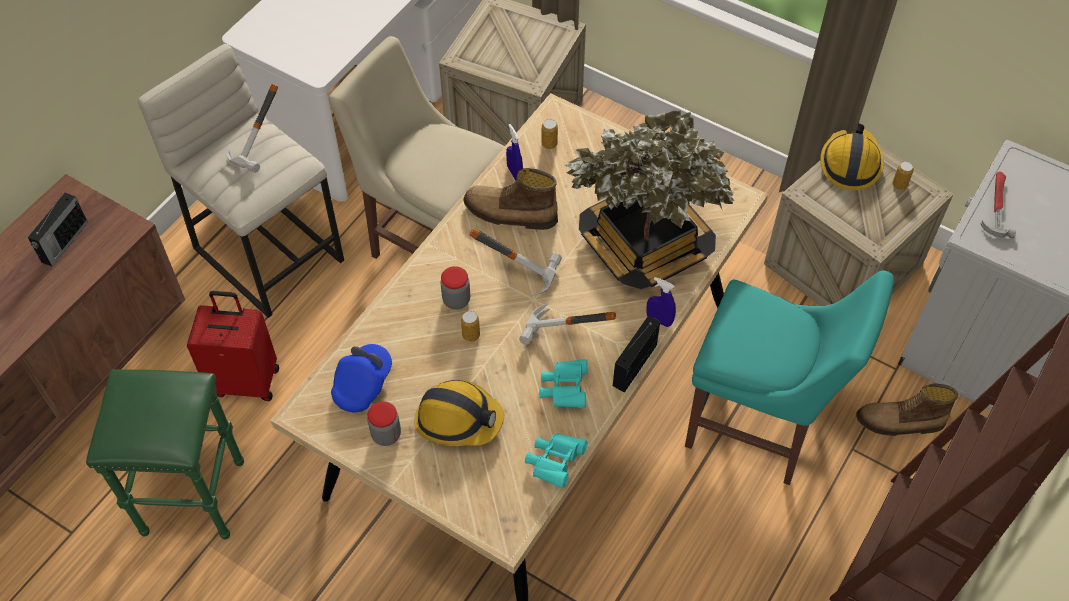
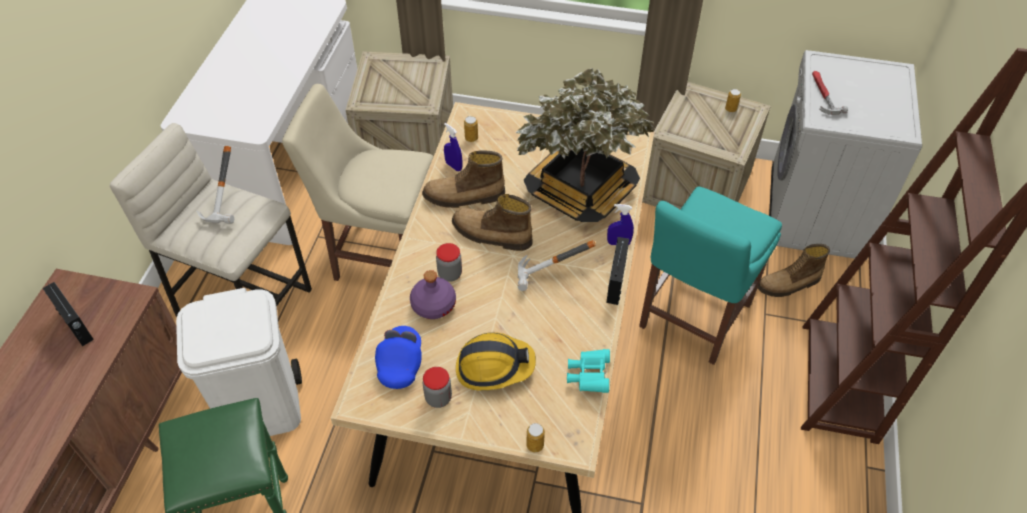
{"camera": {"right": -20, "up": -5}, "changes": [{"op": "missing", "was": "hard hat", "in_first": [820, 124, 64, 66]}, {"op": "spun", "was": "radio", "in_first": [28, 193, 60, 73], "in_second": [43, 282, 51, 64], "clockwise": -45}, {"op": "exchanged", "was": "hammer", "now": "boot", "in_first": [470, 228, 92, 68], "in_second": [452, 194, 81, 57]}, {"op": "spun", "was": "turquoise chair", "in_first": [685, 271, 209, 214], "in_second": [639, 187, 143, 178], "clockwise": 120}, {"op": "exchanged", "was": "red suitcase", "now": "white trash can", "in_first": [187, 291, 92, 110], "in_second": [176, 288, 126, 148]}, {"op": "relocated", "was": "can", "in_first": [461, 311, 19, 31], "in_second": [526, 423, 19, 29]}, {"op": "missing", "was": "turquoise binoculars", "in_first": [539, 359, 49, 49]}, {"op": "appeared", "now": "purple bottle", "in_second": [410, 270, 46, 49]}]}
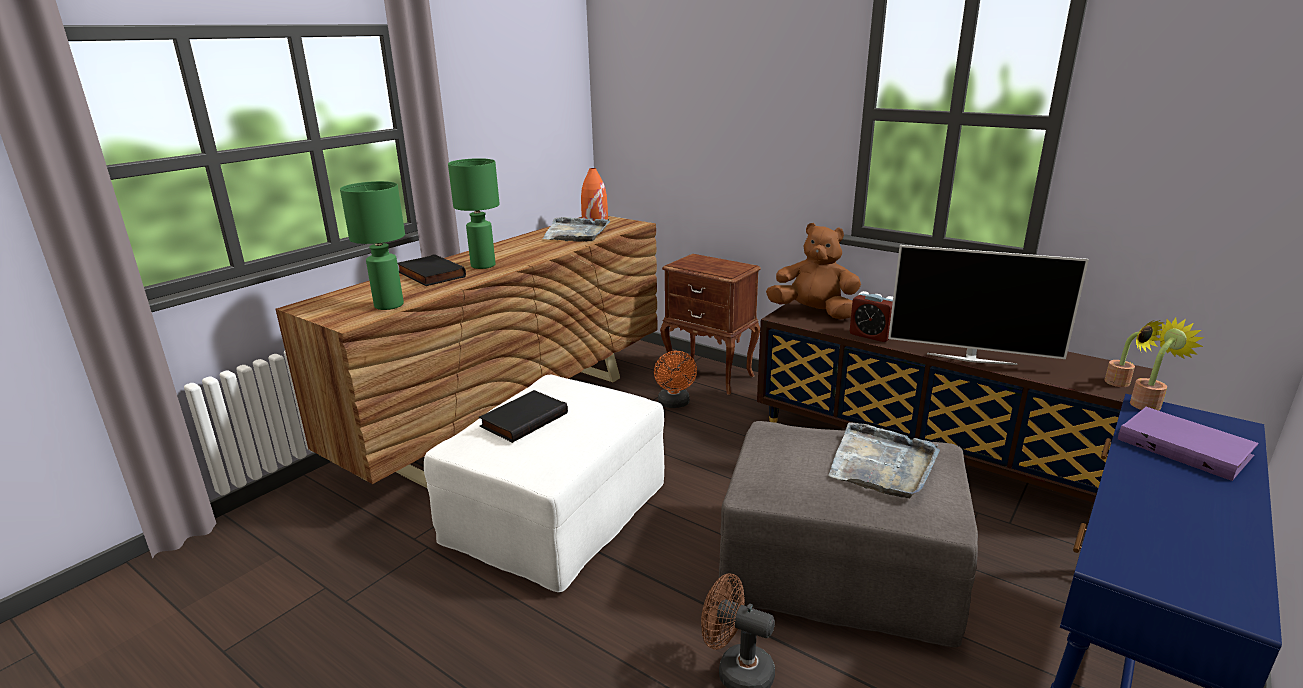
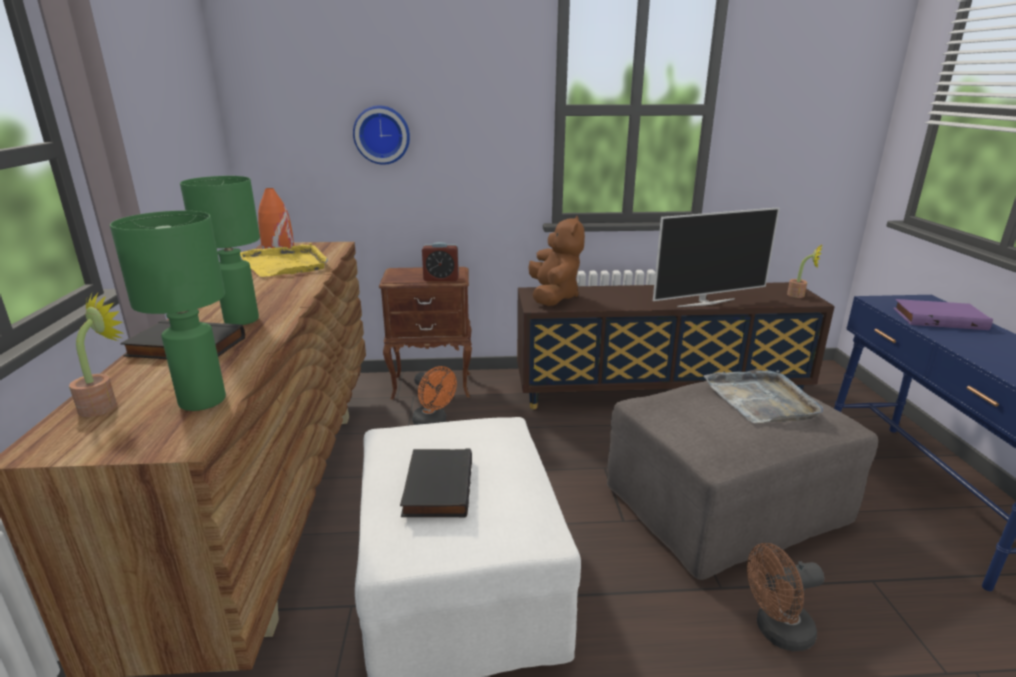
{"camera": {"right": -40, "up": 0}, "changes": [{"op": "colour", "was": "grey tray", "now": "yellow tray", "in_first": [543, 217, 67, 25], "in_second": [240, 243, 89, 34]}, {"op": "spun", "was": "brown plush toy", "in_first": [766, 223, 95, 97], "in_second": [528, 215, 57, 91], "clockwise": 105}, {"op": "relocated", "was": "alarm clock", "in_first": [850, 293, 43, 49], "in_second": [422, 242, 37, 39]}, {"op": "relocated", "was": "potted plant", "in_first": [1130, 318, 74, 93], "in_second": [69, 293, 54, 124]}, {"op": "appeared", "now": "wall clock", "in_second": [353, 105, 57, 60]}]}
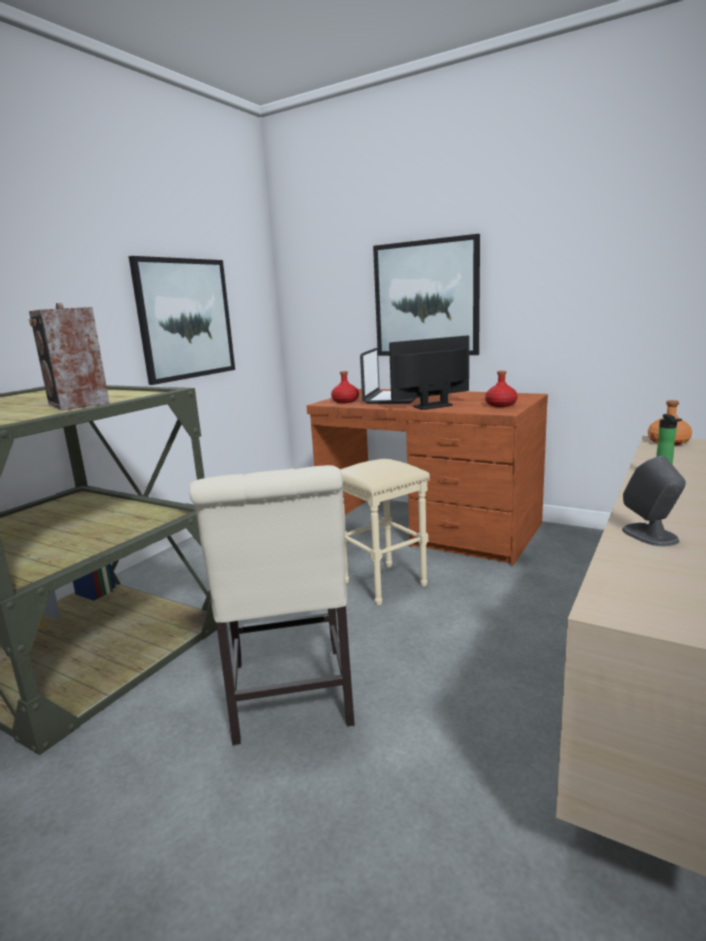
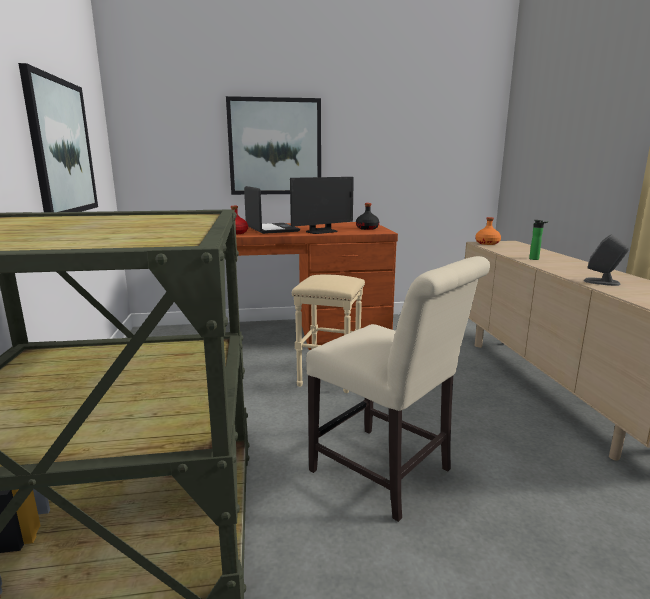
{"camera": {"right": -40, "up": 0}, "changes": [{"op": "missing", "was": "speaker", "in_first": [29, 303, 81, 107]}, {"op": "spun", "was": "monitor", "in_first": [389, 336, 80, 74], "in_second": [290, 177, 64, 57], "clockwise": -150}, {"op": "colour", "was": "red bottle", "now": "black bottle", "in_first": [485, 371, 33, 36], "in_second": [356, 203, 23, 27]}]}
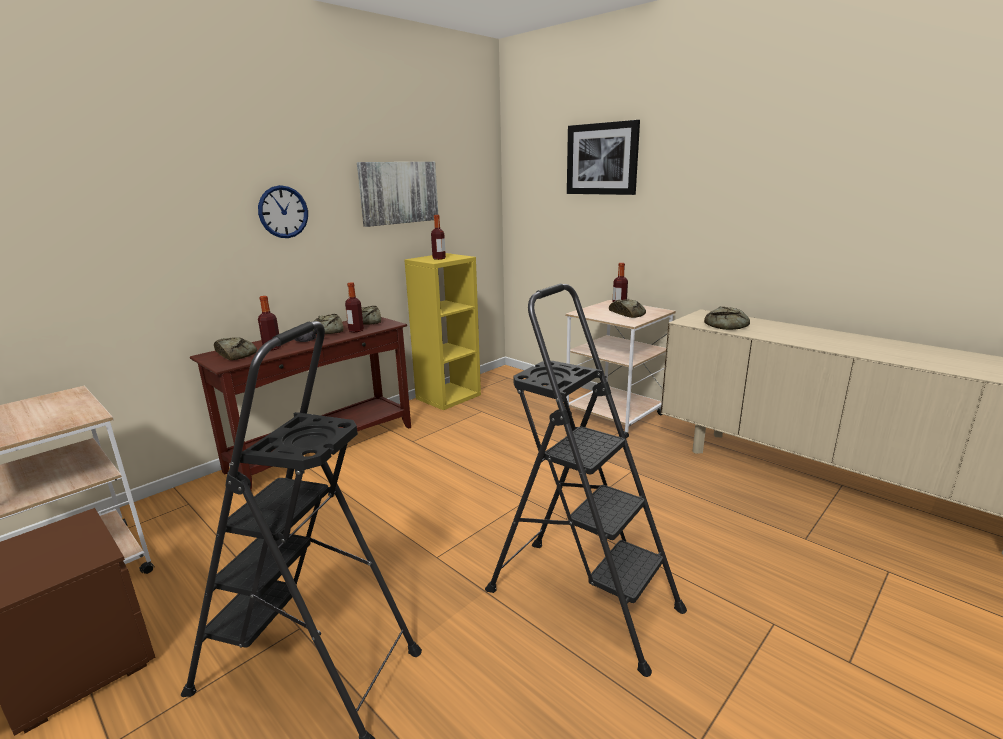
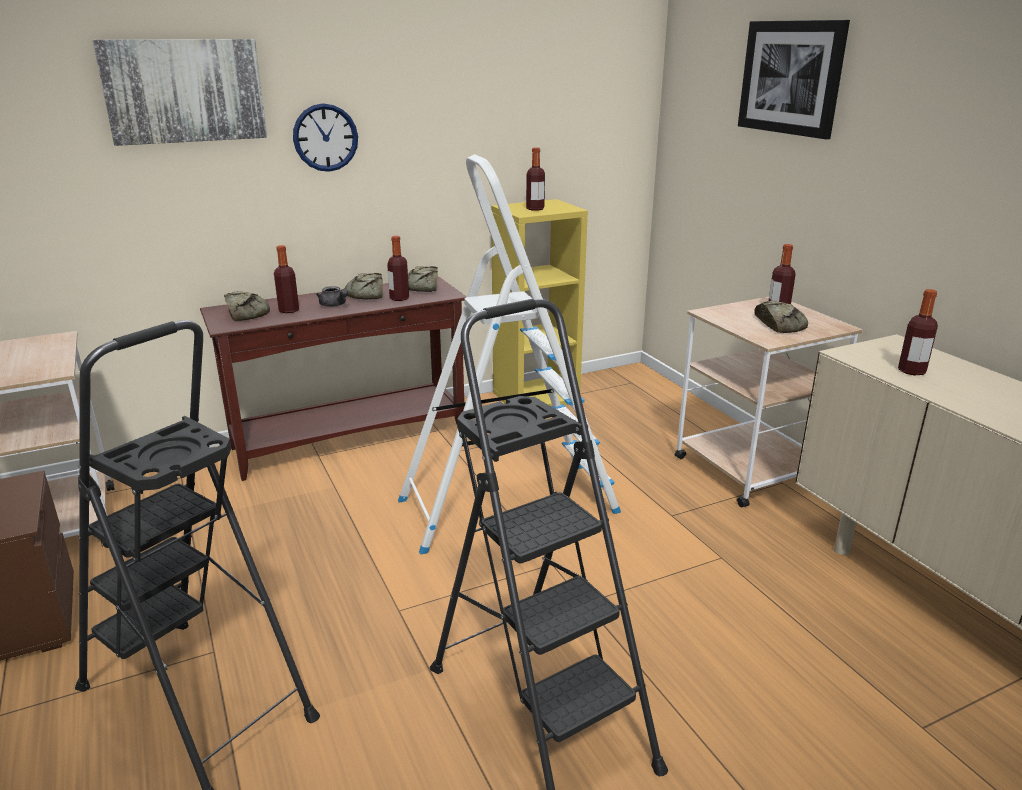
{"camera": {"right": 20, "up": 5}, "changes": [{"op": "relocated", "was": "picture", "in_first": [357, 162, 81, 65], "in_second": [93, 39, 174, 107]}, {"op": "exchanged", "was": "bread", "now": "bottle", "in_first": [704, 307, 46, 23], "in_second": [898, 289, 40, 87]}, {"op": "appeared", "now": "white step ladder", "in_second": [398, 154, 223, 400]}]}
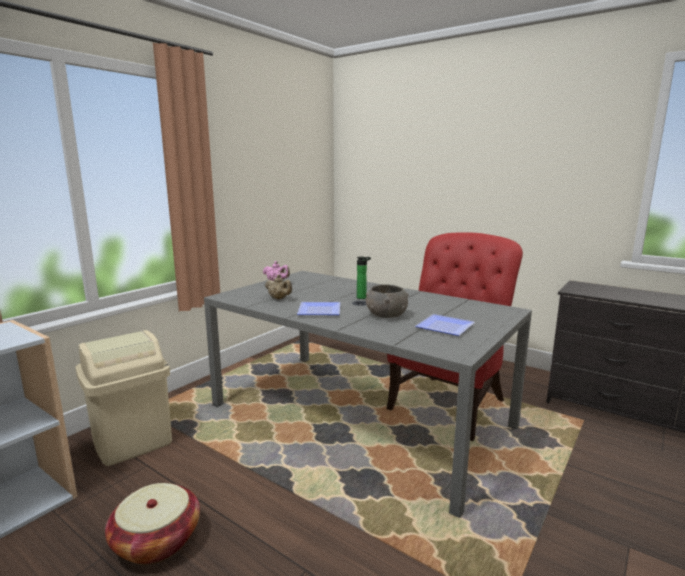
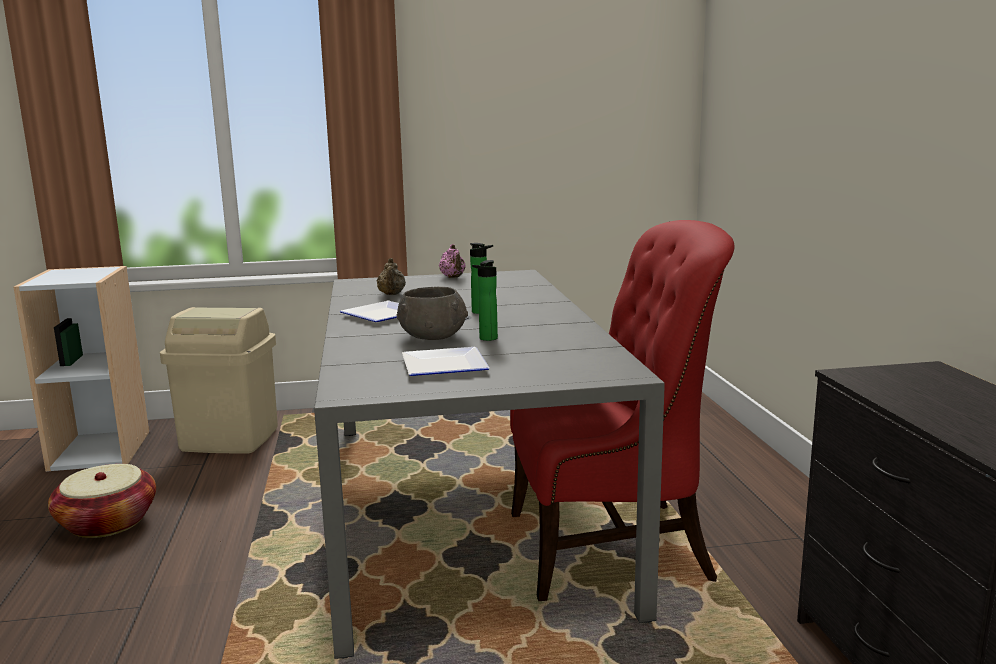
{"camera": {"right": 45, "up": 0}, "changes": [{"op": "appeared", "now": "bottle", "in_second": [472, 260, 26, 81]}]}
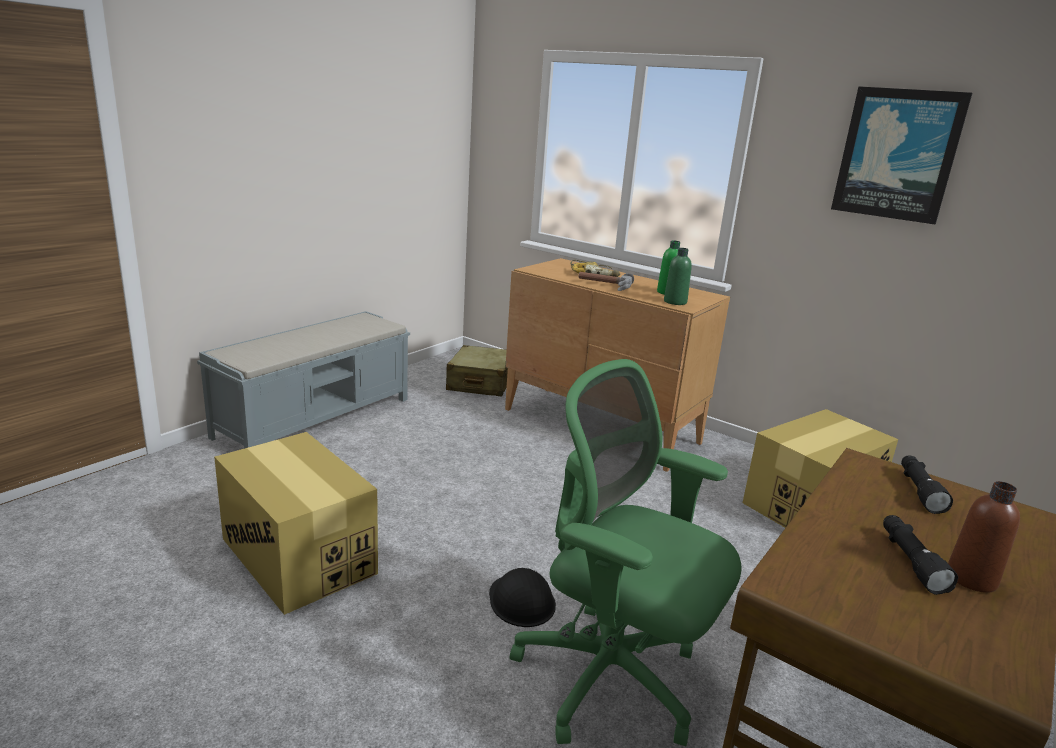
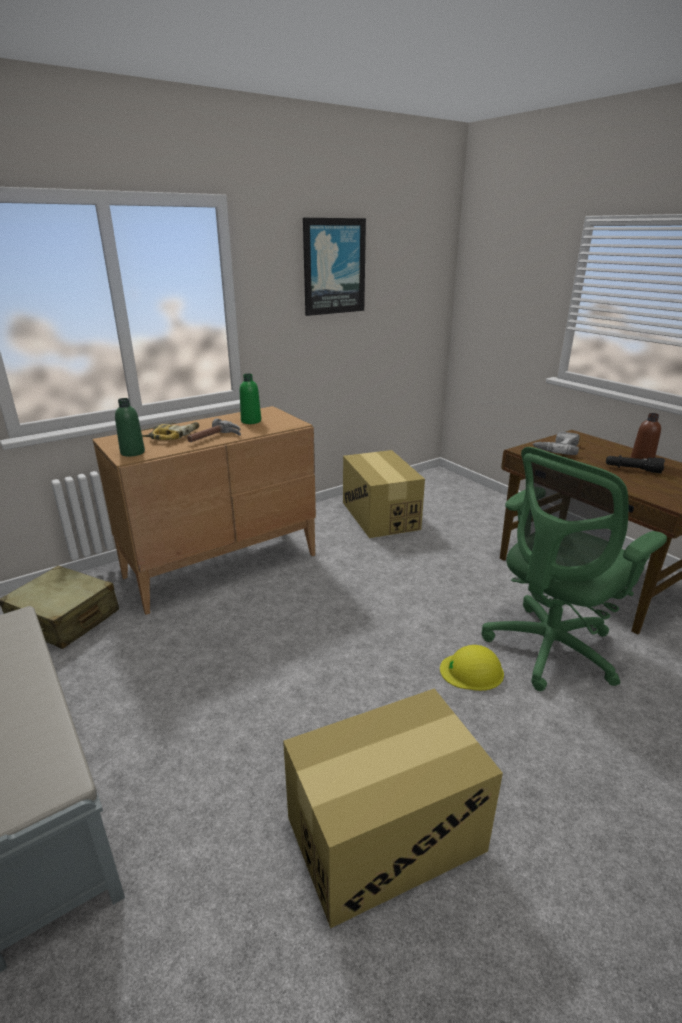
{"camera": {"right": -70, "up": 5}, "changes": [{"op": "relocated", "was": "green bottle", "in_first": [664, 248, 28, 57], "in_second": [115, 398, 30, 59]}, {"op": "exchanged", "was": "black flashlight", "now": "power drill", "in_first": [901, 455, 52, 59], "in_second": [533, 432, 47, 23]}, {"op": "colour", "was": "black hard hat", "now": "yellow hard hat", "in_first": [489, 568, 67, 59], "in_second": [440, 645, 64, 46]}]}
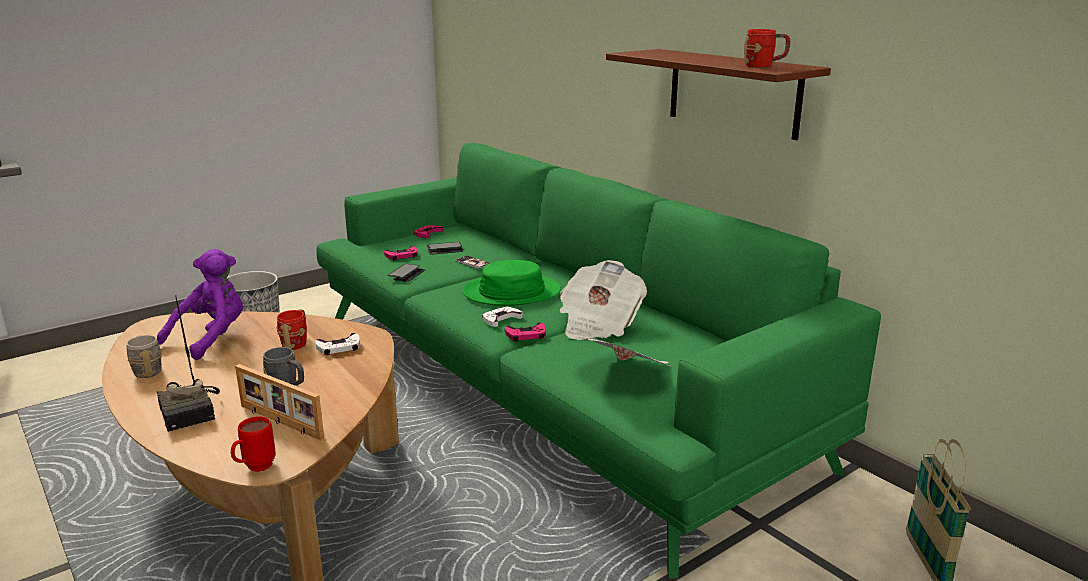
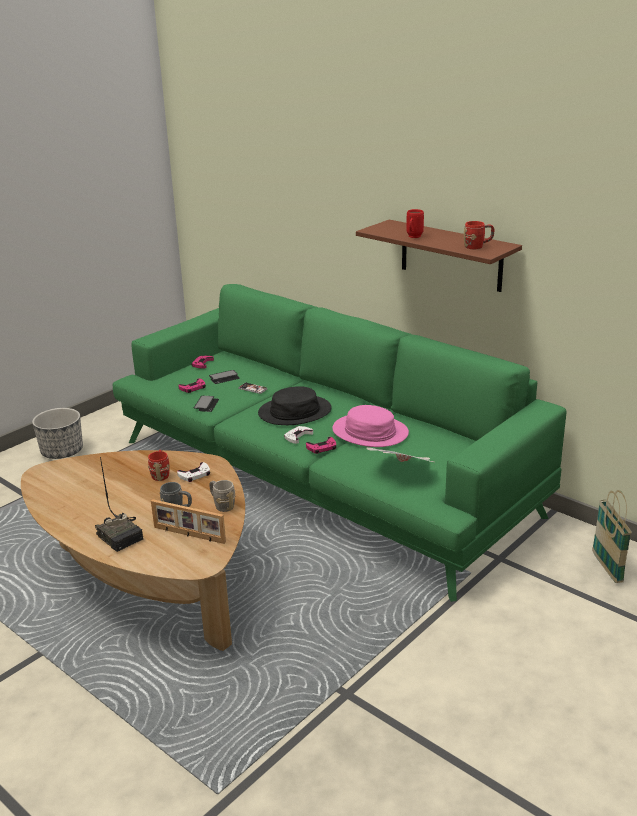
{"camera": {"right": -10, "up": 5}, "changes": [{"op": "missing", "was": "purple plush toy", "in_first": [157, 249, 86, 111]}, {"op": "colour", "was": "green hat", "now": "black hat", "in_first": [463, 260, 98, 46], "in_second": [258, 386, 74, 39]}, {"op": "exchanged", "was": "newspaper", "now": "pink hat", "in_first": [560, 260, 87, 80], "in_second": [332, 405, 77, 42]}, {"op": "relocated", "was": "grey mug", "in_first": [126, 335, 36, 43], "in_second": [209, 480, 26, 32]}, {"op": "relocated", "was": "red mug", "in_first": [231, 416, 45, 56], "in_second": [406, 209, 18, 29]}]}
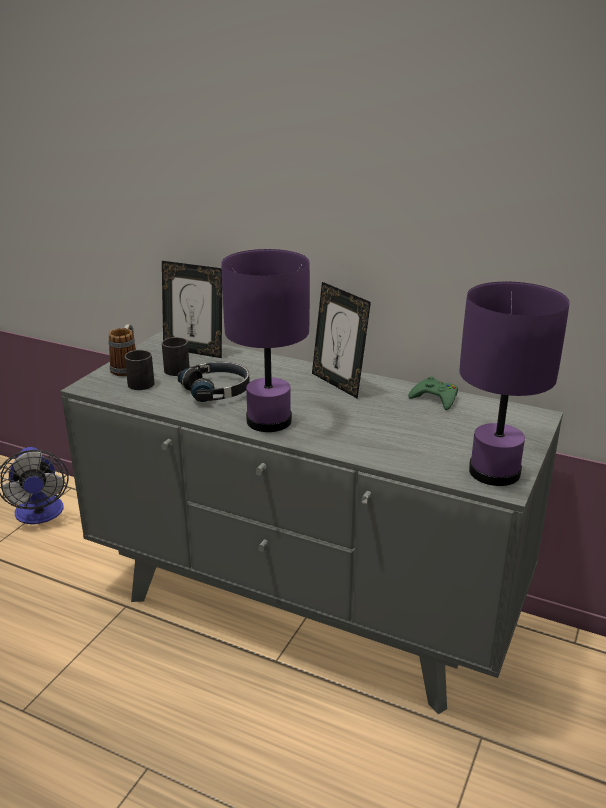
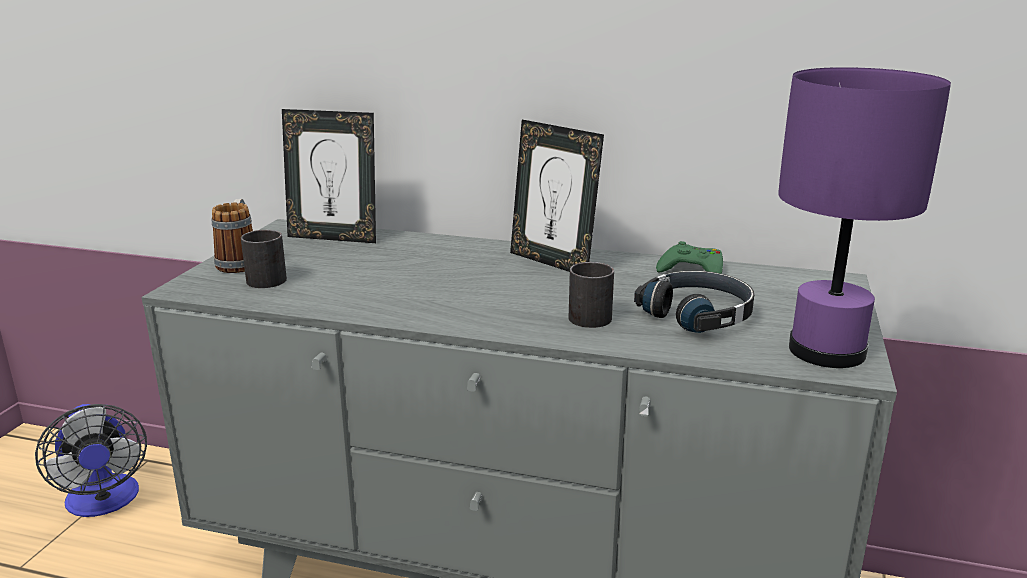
{"camera": {"right": -10, "up": -5}, "changes": [{"op": "missing", "was": "purple table lamp", "in_first": [222, 249, 88, 183]}, {"op": "relocated", "was": "black mug", "in_first": [162, 337, 28, 39], "in_second": [569, 262, 45, 66]}, {"op": "relocated", "was": "black headphones", "in_first": [178, 362, 72, 40], "in_second": [634, 271, 120, 62]}]}
